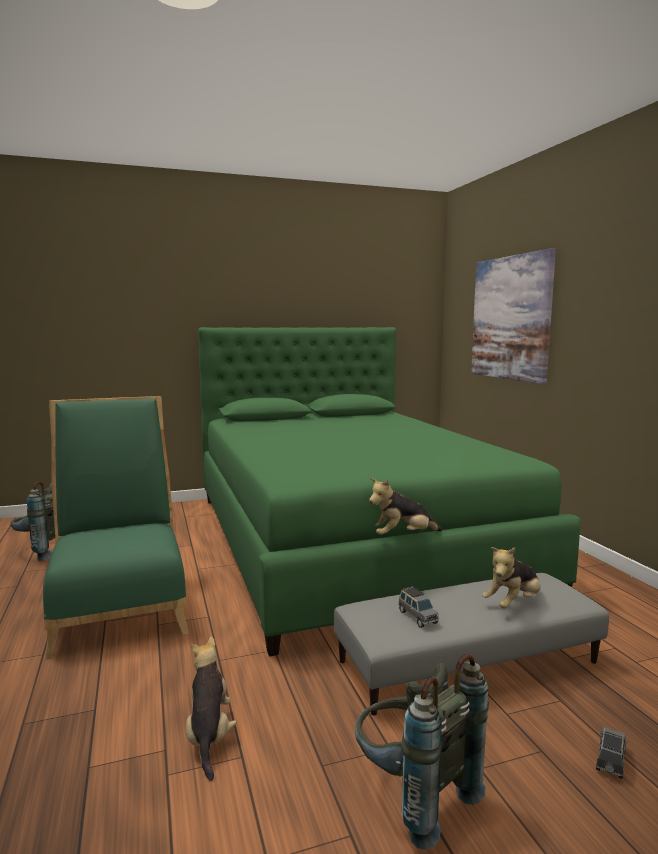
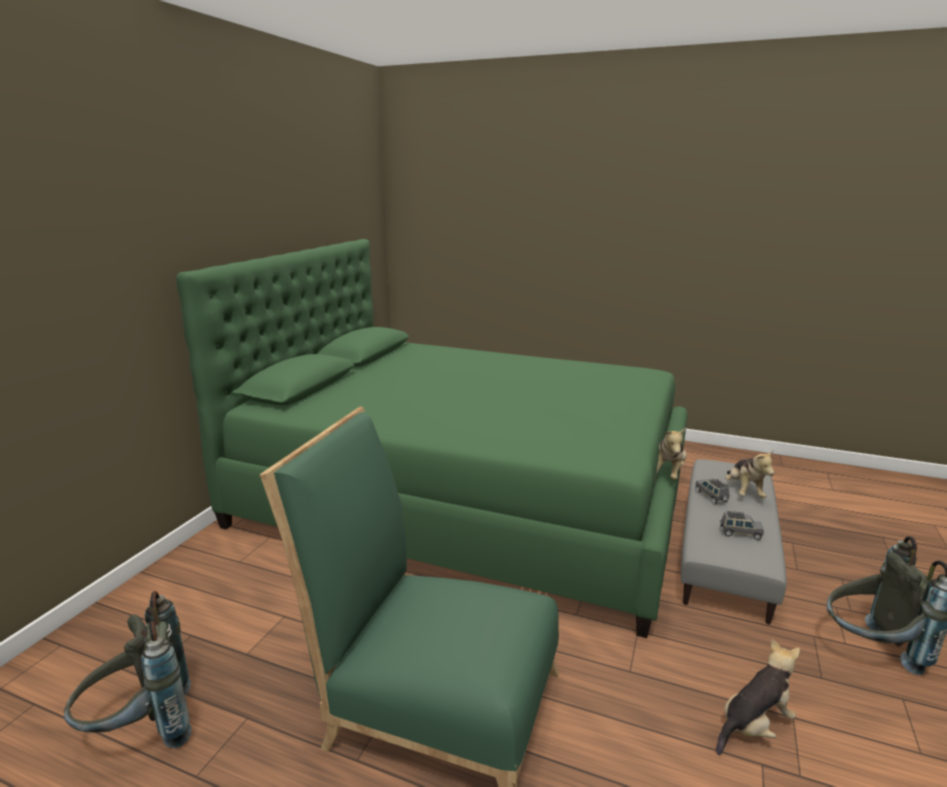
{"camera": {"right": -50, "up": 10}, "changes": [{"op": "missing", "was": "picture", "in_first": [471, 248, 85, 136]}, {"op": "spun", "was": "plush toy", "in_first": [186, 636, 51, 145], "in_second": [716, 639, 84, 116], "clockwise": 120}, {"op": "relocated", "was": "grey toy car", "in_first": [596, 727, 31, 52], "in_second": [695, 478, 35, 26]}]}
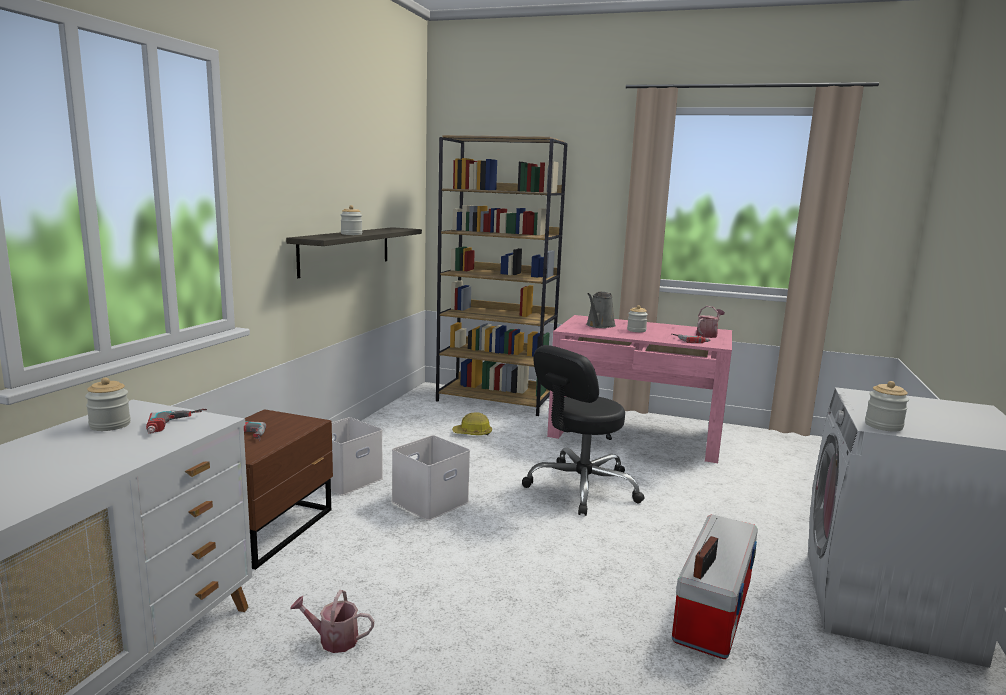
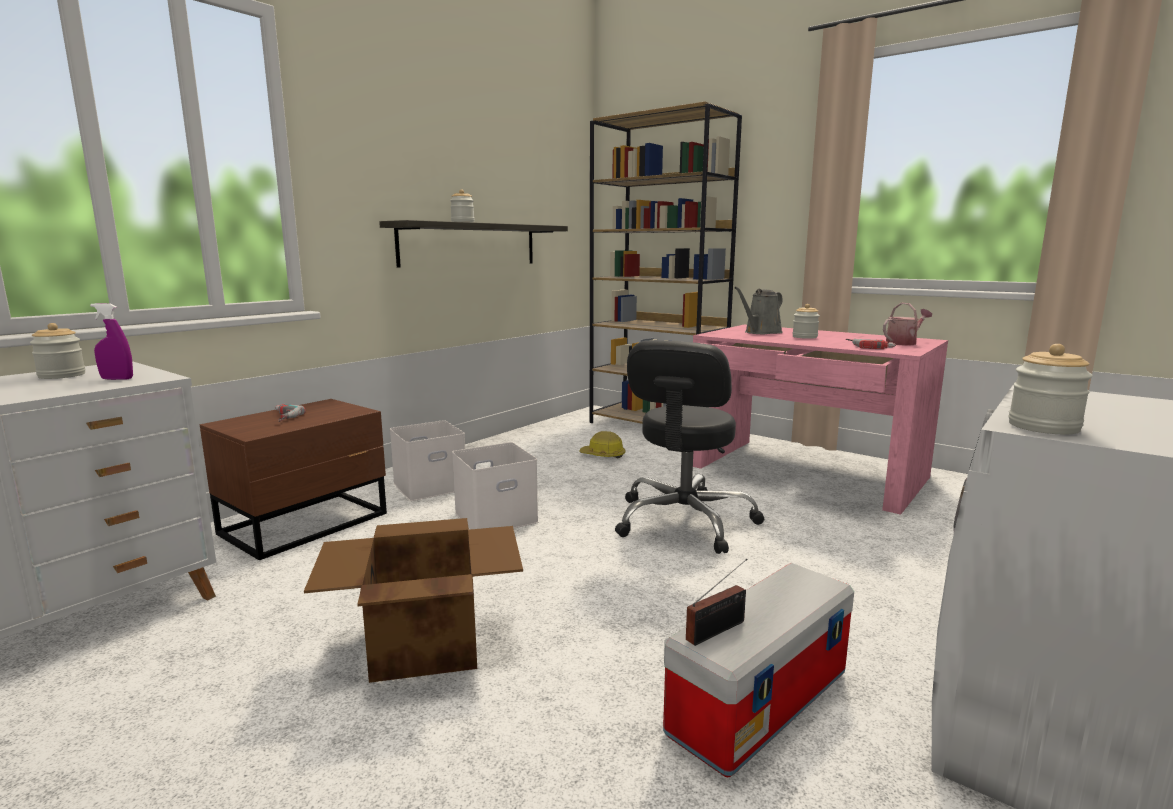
{"camera": {"right": 20, "up": 0}, "changes": [{"op": "spun", "was": "black office chair", "in_first": [522, 345, 123, 171], "in_second": [615, 340, 150, 214], "clockwise": -45}, {"op": "exchanged", "was": "power drill", "now": "purple spray bottle", "in_first": [146, 409, 61, 25], "in_second": [90, 303, 43, 77]}, {"op": "missing", "was": "watering can", "in_first": [290, 590, 84, 63]}, {"op": "appeared", "now": "cardboard box", "in_second": [304, 518, 219, 165]}]}
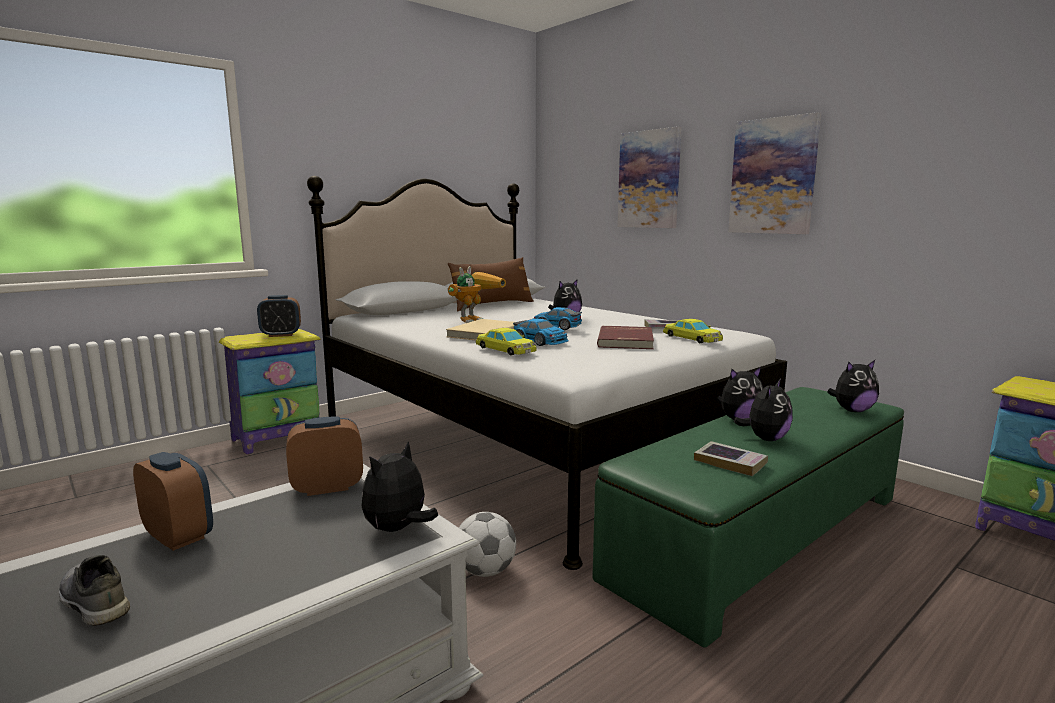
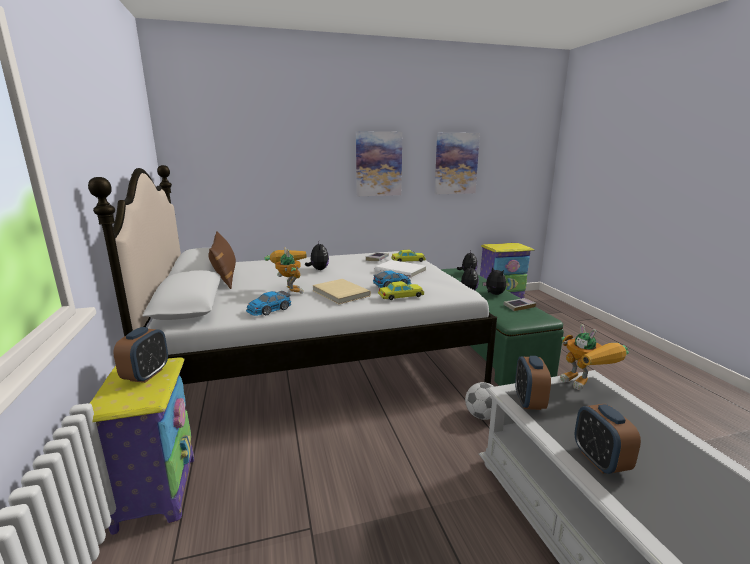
{"camera": {"right": -65, "up": 5}, "changes": [{"op": "relocated", "was": "picture", "in_first": [617, 126, 65, 102], "in_second": [435, 133, 45, 61]}, {"op": "relocated", "was": "toy car", "in_first": [533, 307, 49, 23], "in_second": [246, 291, 45, 25]}, {"op": "colour", "was": "red book", "now": "white book", "in_first": [597, 326, 57, 23], "in_second": [375, 260, 51, 18]}, {"op": "exchanged", "was": "plush toy", "now": "toy robot", "in_first": [362, 441, 76, 91], "in_second": [560, 324, 69, 66]}, {"op": "spun", "was": "alarm clock", "in_first": [133, 452, 80, 99], "in_second": [574, 404, 67, 70], "clockwise": -75}, {"op": "missing", "was": "grey shoe", "in_first": [59, 555, 71, 71]}]}
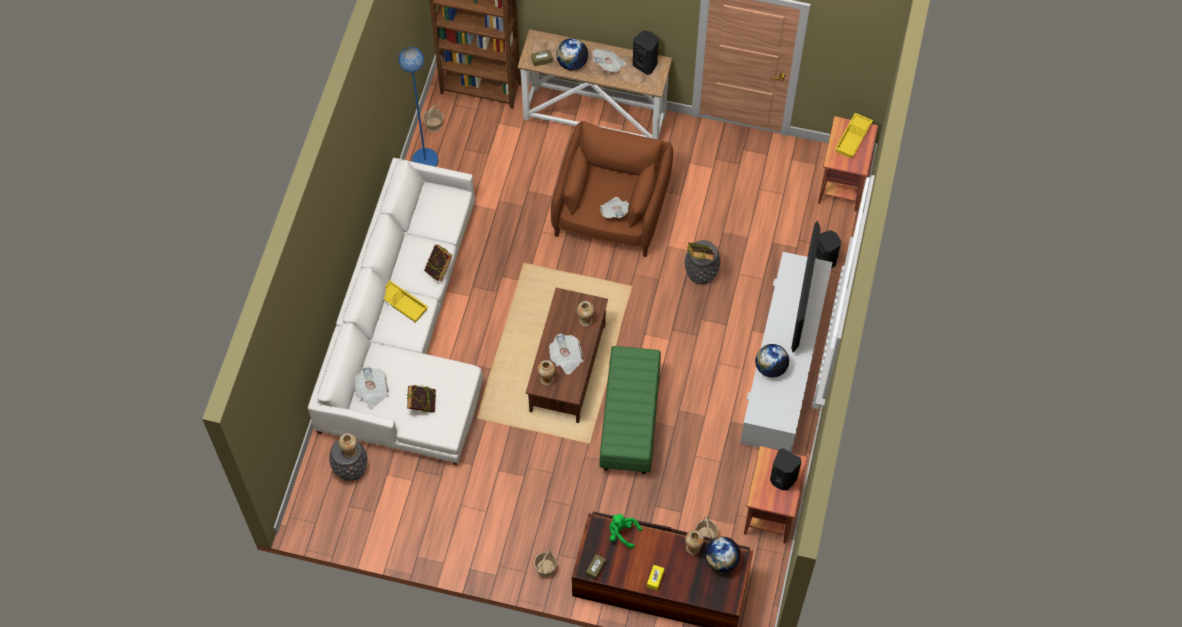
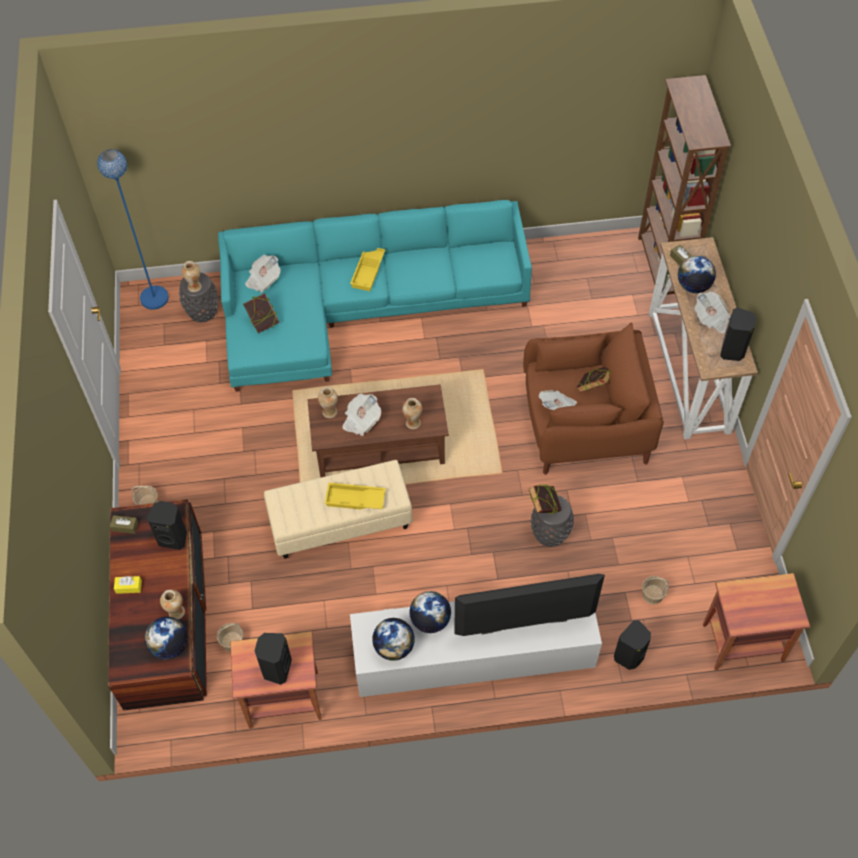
{"camera": {"right": 70, "up": -5}, "changes": [{"op": "relocated", "was": "blue floor lamp", "in_first": [398, 47, 40, 120], "in_second": [97, 149, 72, 161]}, {"op": "relocated", "was": "basket", "in_first": [423, 104, 20, 28], "in_second": [642, 576, 27, 29]}, {"op": "relocated", "was": "yellow tray", "in_first": [835, 113, 38, 46], "in_second": [325, 482, 61, 28]}, {"op": "colour", "was": "white sofa", "now": "turquoise sofa", "in_first": [308, 158, 175, 307], "in_second": [218, 200, 314, 192]}, {"op": "relocated", "was": "book", "in_first": [424, 245, 29, 36], "in_second": [577, 367, 34, 26]}, {"op": "colour", "was": "green ottoman", "now": "beige ottoman", "in_first": [599, 346, 62, 128], "in_second": [264, 460, 149, 99]}, {"op": "exchanged", "was": "green plush toy", "now": "black speaker", "in_first": [610, 514, 32, 35], "in_second": [146, 501, 41, 49]}, {"op": "appeared", "now": "globe", "in_second": [372, 618, 43, 43]}]}
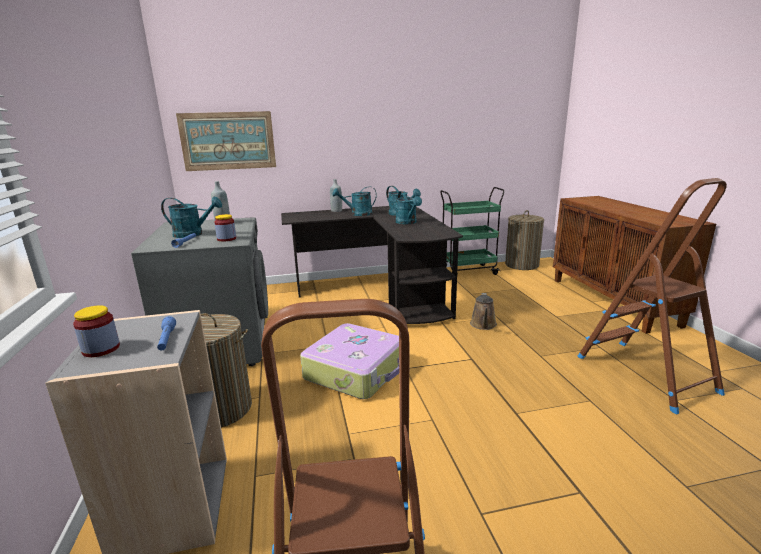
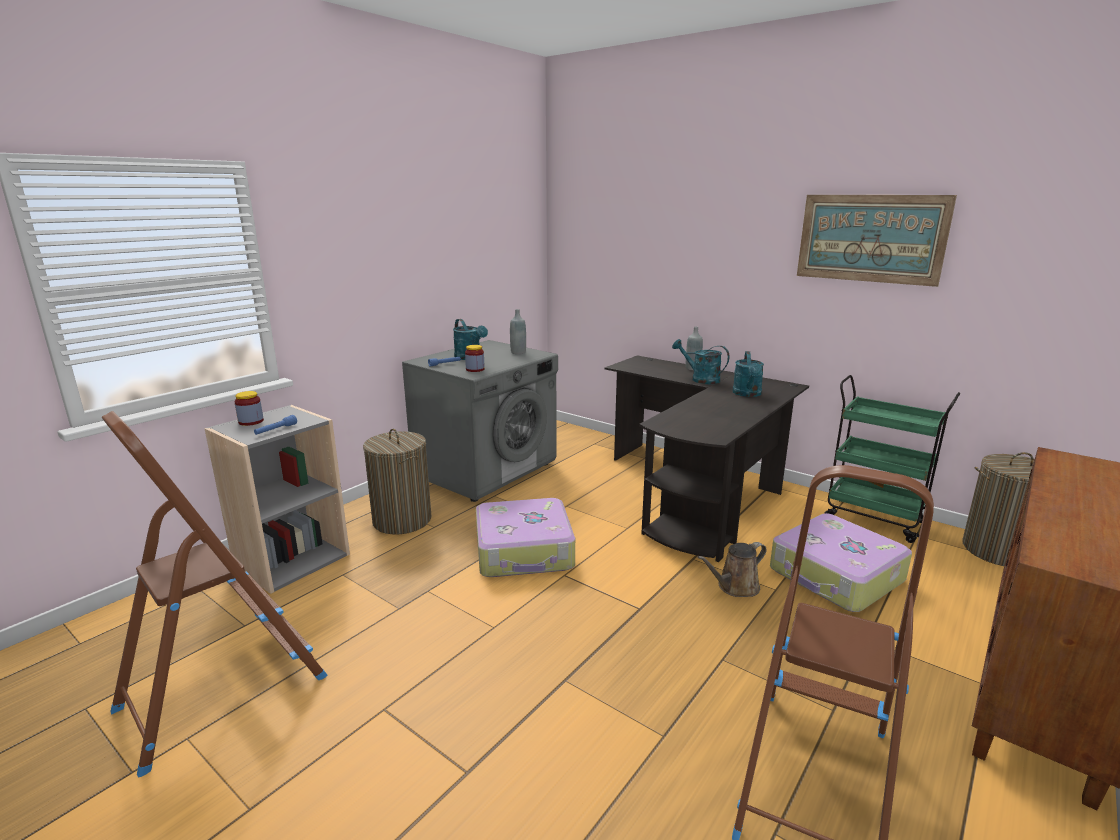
{"camera": {"right": 50, "up": 0}, "changes": [{"op": "relocated", "was": "picture", "in_first": [176, 111, 100, 60], "in_second": [797, 195, 160, 92]}, {"op": "missing", "was": "turquoise watering can", "in_first": [395, 191, 27, 33]}, {"op": "appeared", "now": "suitcase", "in_second": [770, 513, 142, 99]}]}
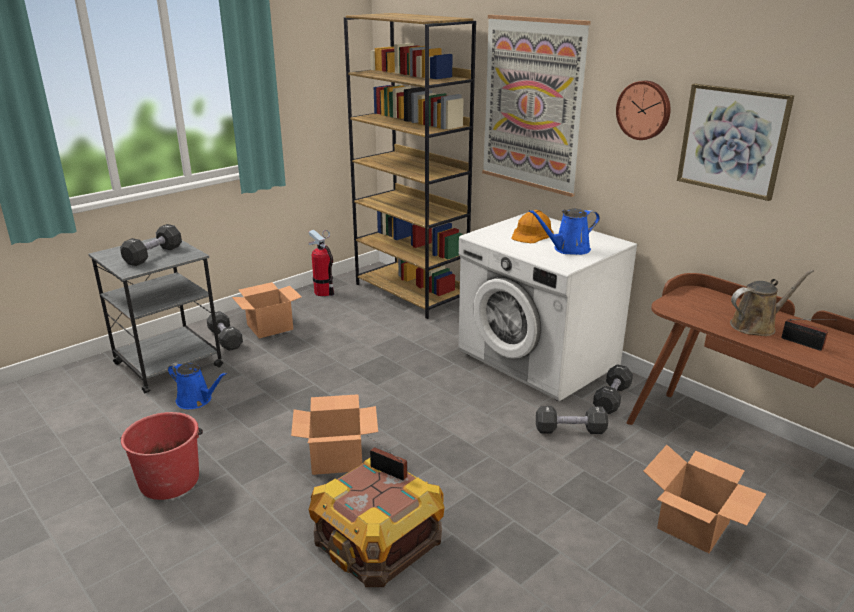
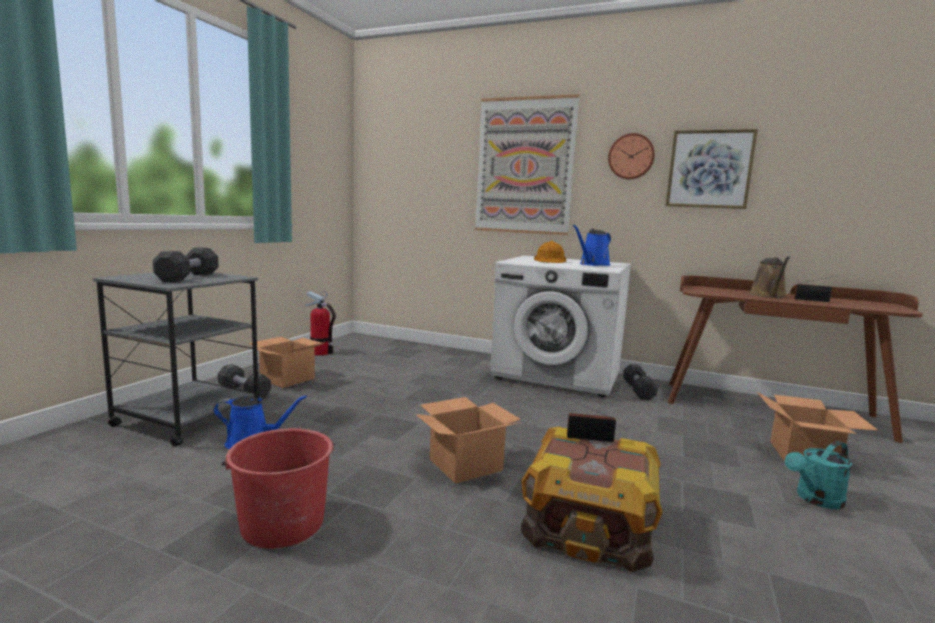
{"camera": {"right": -25, "up": -15}, "changes": [{"op": "missing", "was": "brown bookcase", "in_first": [344, 13, 132, 306]}, {"op": "spun", "was": "brown watering can", "in_first": [730, 269, 84, 67], "in_second": [749, 256, 41, 42], "clockwise": 150}, {"op": "missing", "was": "black dumbbell", "in_first": [536, 406, 72, 28]}, {"op": "appeared", "now": "turquoise watering can", "in_second": [785, 441, 67, 68]}]}
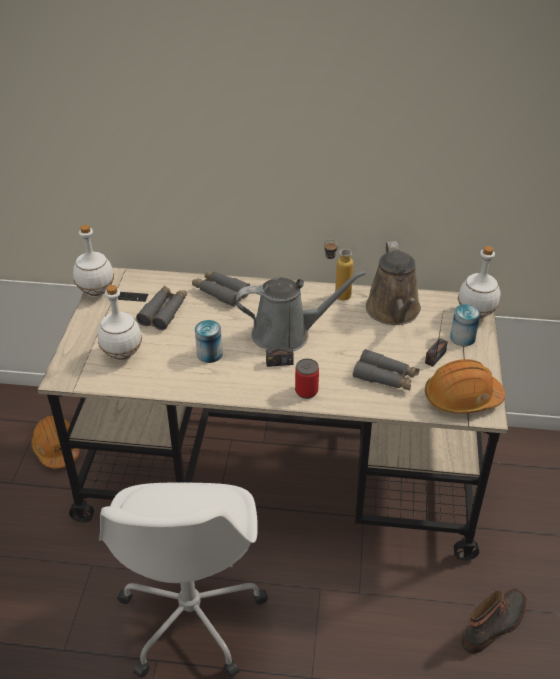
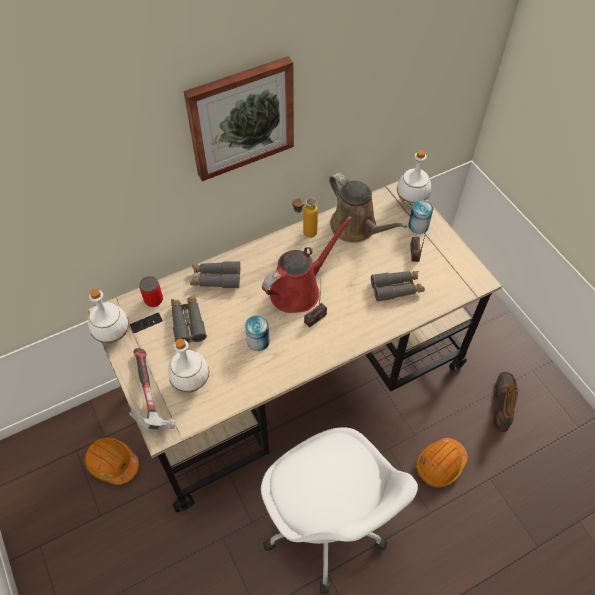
{"camera": {"right": -35, "up": 15}, "changes": [{"op": "colour", "was": "grey watering can", "now": "red watering can", "in_first": [236, 271, 130, 80], "in_second": [262, 216, 90, 97]}, {"op": "relocated", "was": "can", "in_first": [295, 359, 24, 40], "in_second": [139, 276, 24, 31]}, {"op": "relocated", "was": "orange hard hat", "in_first": [425, 359, 80, 55], "in_second": [416, 438, 52, 50]}, {"op": "appeared", "now": "picture", "in_second": [184, 56, 110, 125]}, {"op": "appeared", "now": "hammer", "in_second": [129, 348, 47, 82]}]}
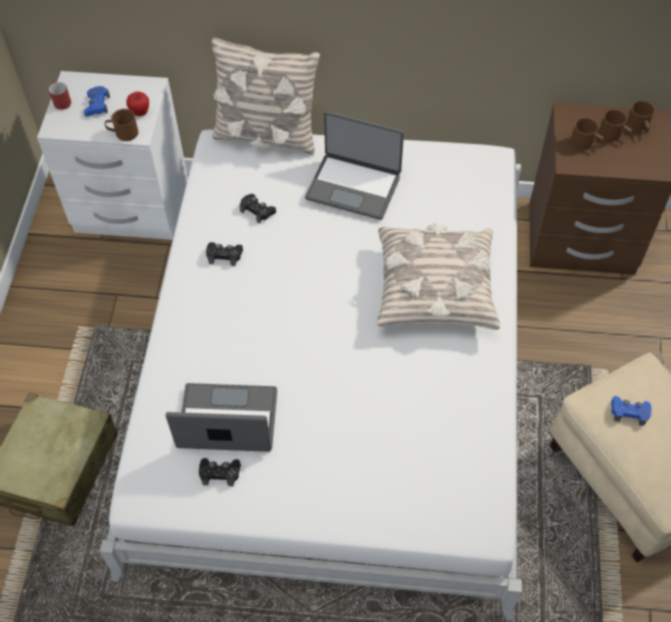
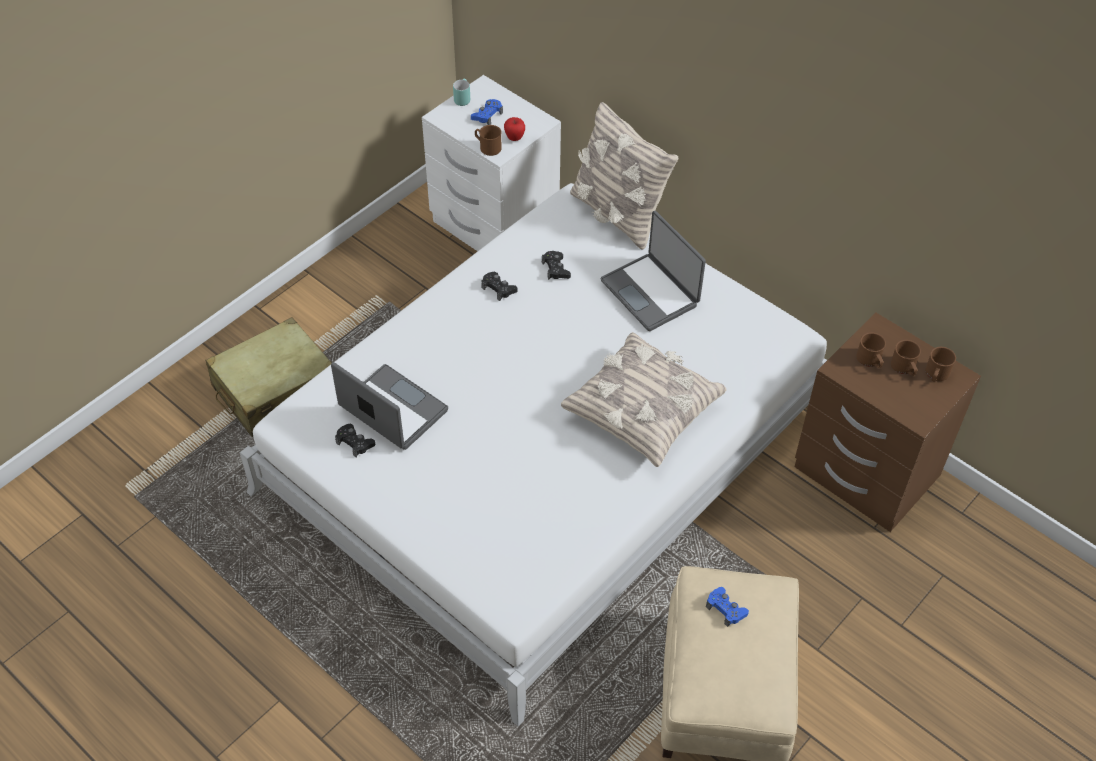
{"camera": {"right": 35, "up": -5}, "changes": [{"op": "colour", "was": "red mug", "now": "turquoise mug", "in_first": [49, 81, 22, 29], "in_second": [453, 79, 17, 27]}]}
